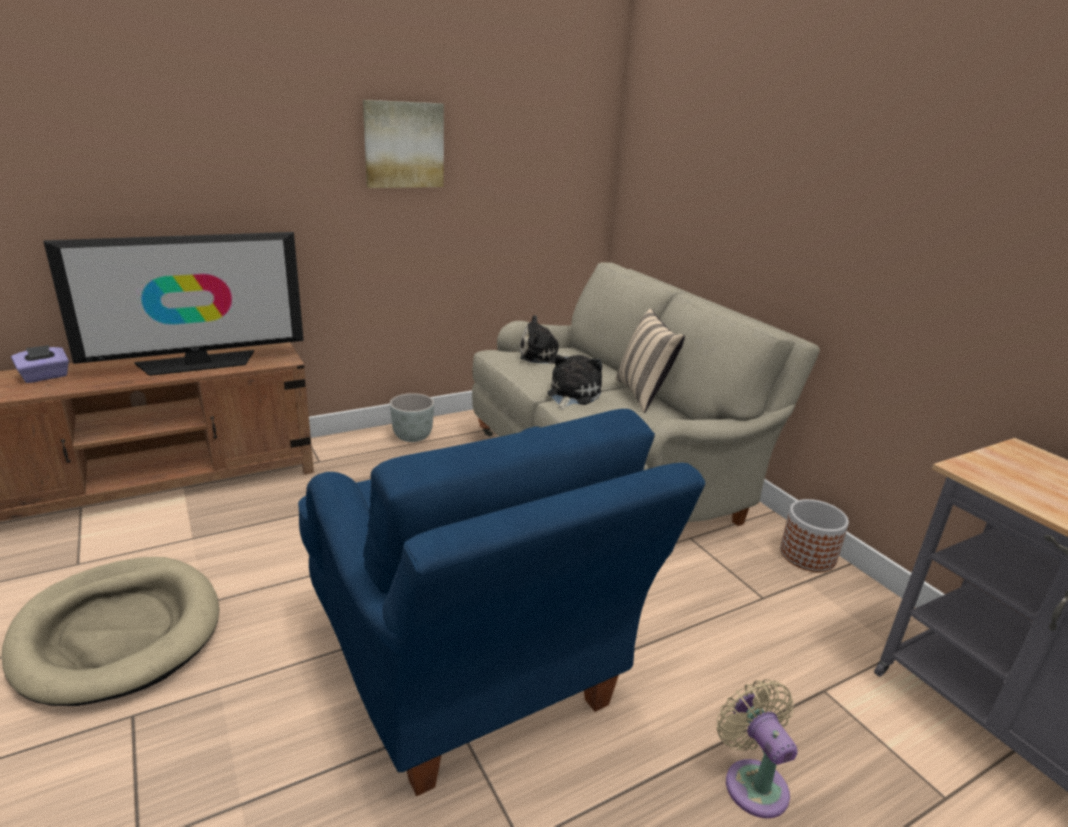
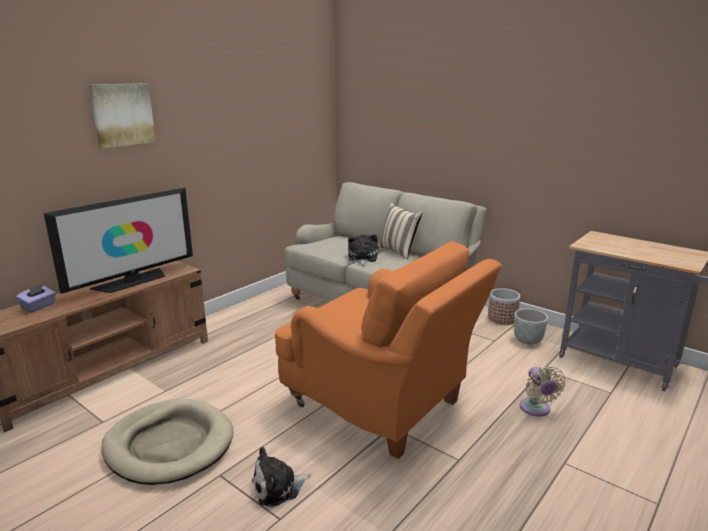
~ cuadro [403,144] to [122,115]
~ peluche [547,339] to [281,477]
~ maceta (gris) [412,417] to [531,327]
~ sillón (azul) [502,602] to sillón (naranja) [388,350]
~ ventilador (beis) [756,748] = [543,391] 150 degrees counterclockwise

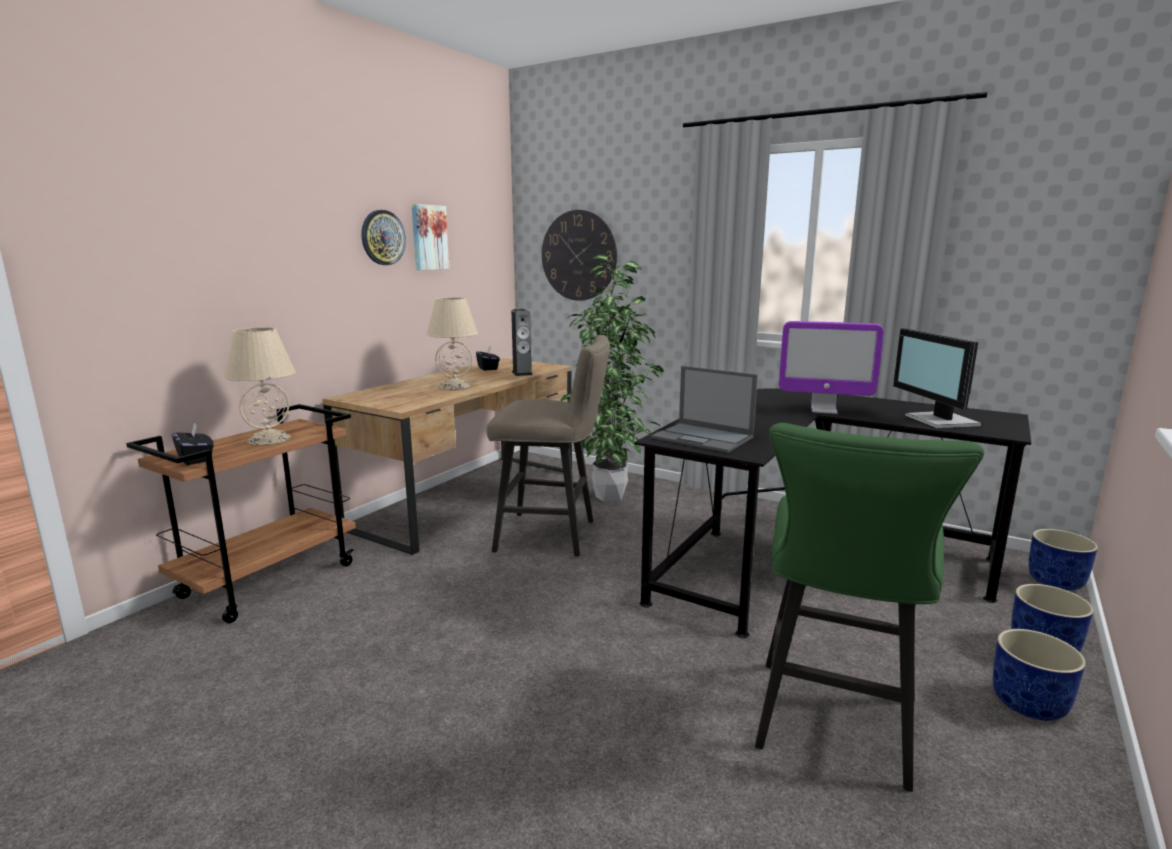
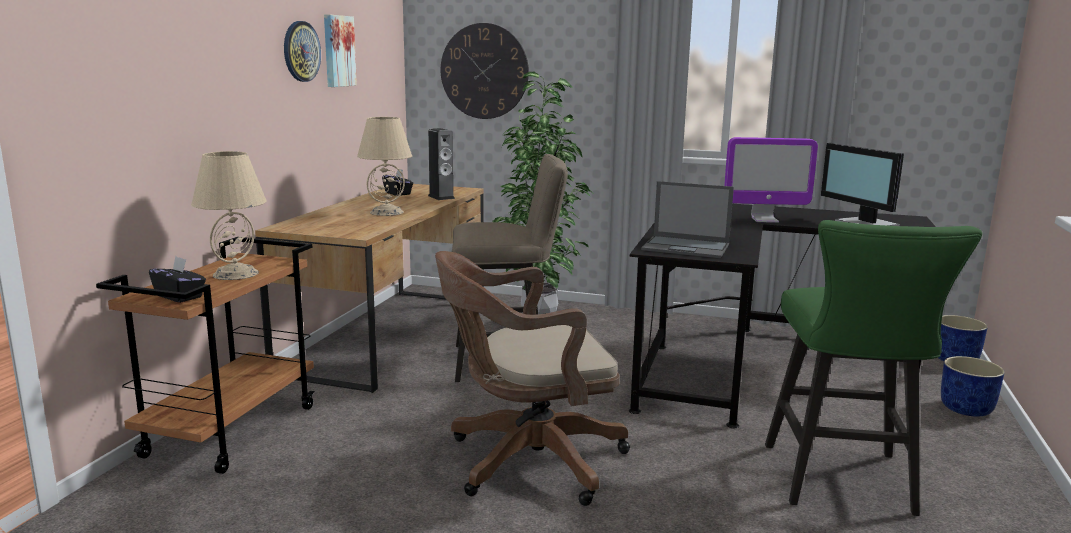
- maceta (azul) [1039,675]
+ silla de oficina (marrón) [532,378]

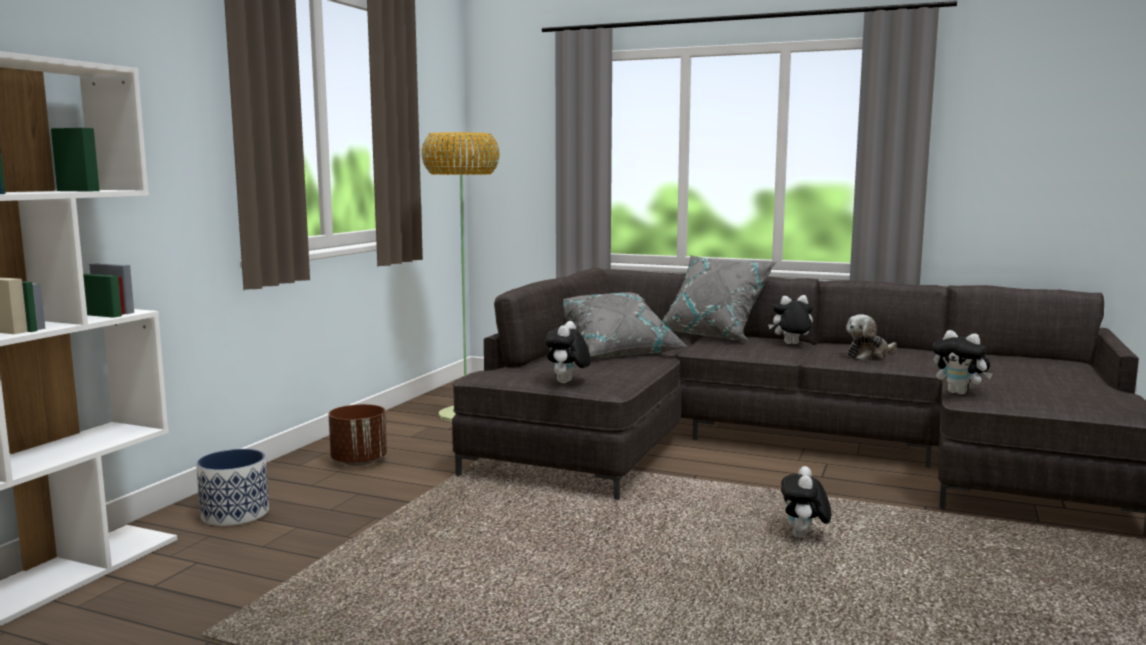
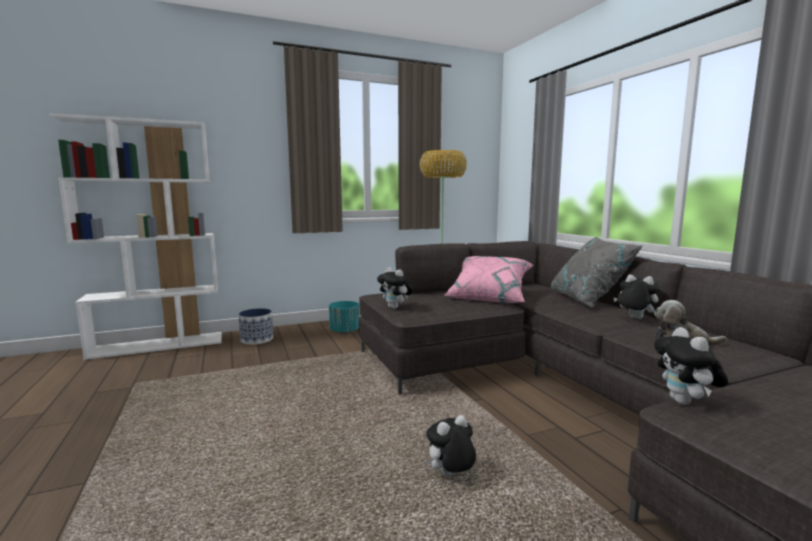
~ cojín (gris) [625,325] to cojín (rosa) [488,279]
~ peluche [568,352] = [395,288] 105 degrees counterclockwise
~ maceta (marrón) [358,435] to maceta (turquesa) [344,317]

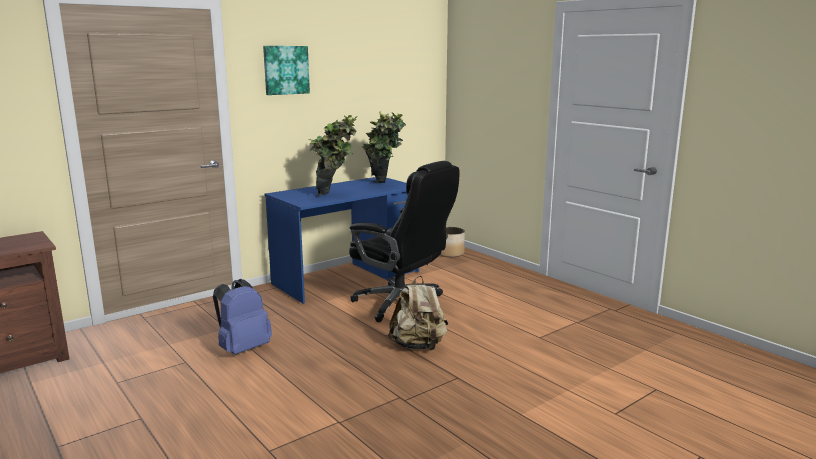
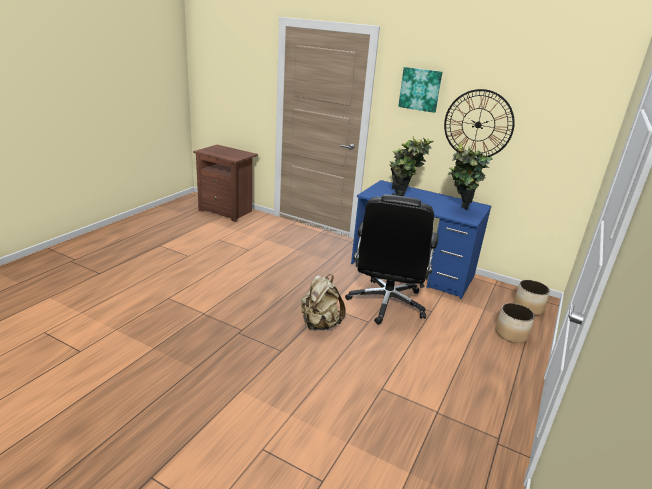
- mochila (azul) [242,317]
+ reloj de pared [479,123]
+ maceta [515,323]

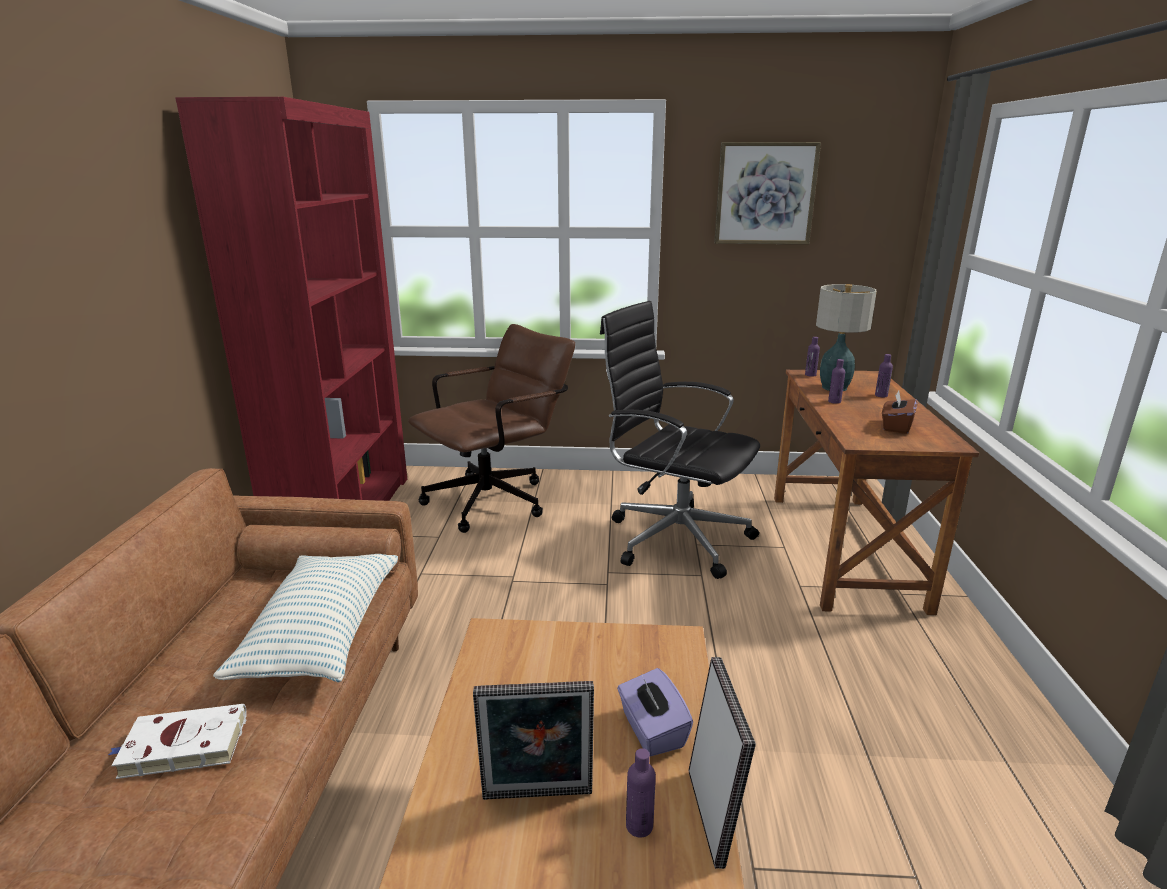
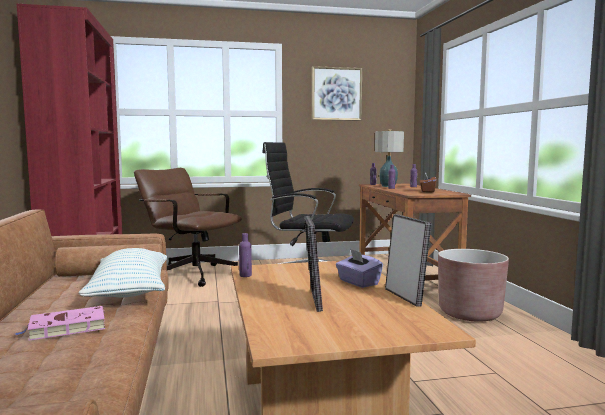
~ silla de oficina (marrón) [491,428] = [188,227] 90 degrees counterclockwise
~ portarretratos [533,740] = [313,264] 105 degrees clockwise
~ libro (blanco) [177,741] to libro (rosa) [60,323]
~ botella (morado) [641,793] to [245,255]
+ maceta (marrón) [473,285]

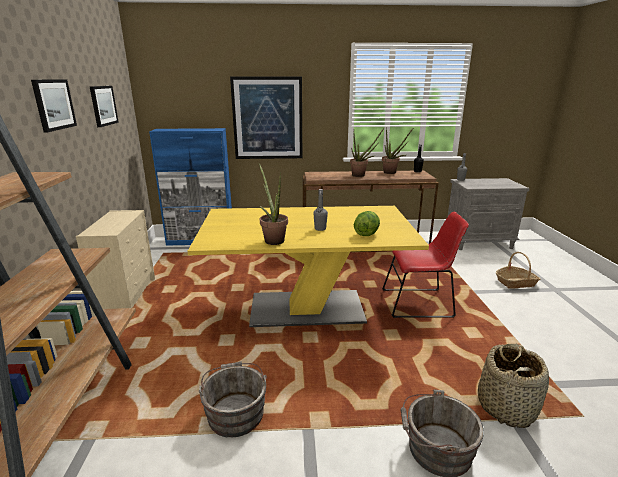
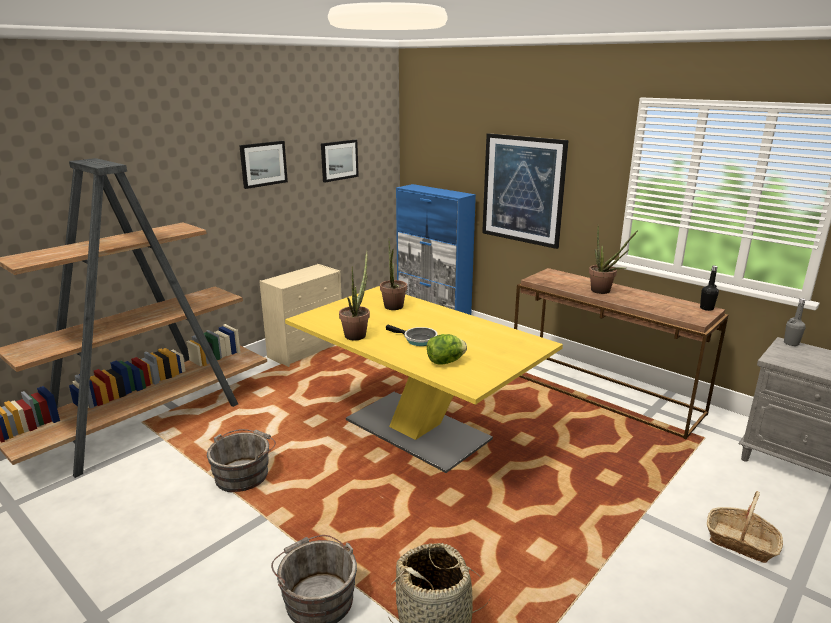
~ planta en maceta [397,150] to [393,275]
~ botella (gris) [320,210] to sartén [412,335]
- silla (rojo) [425,265]

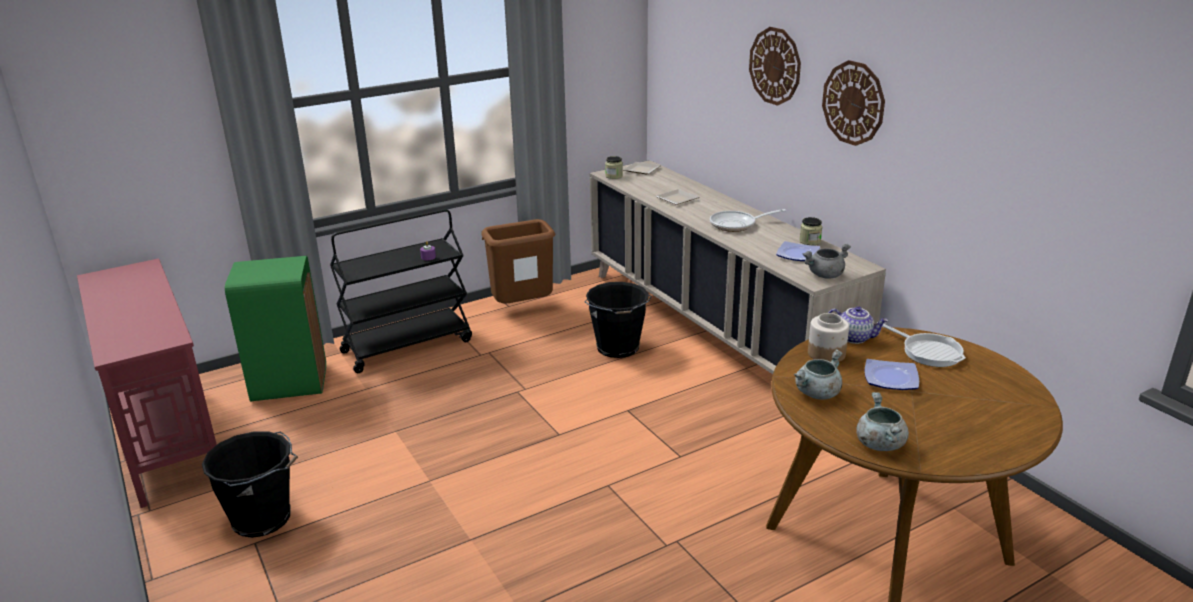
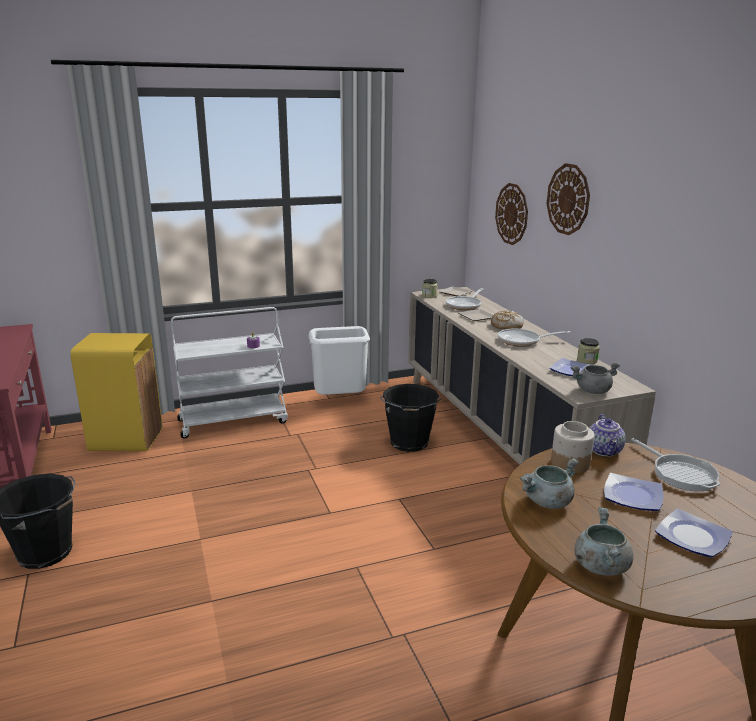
~ reloj de pared [853,103] to [511,214]
~ carrito (negro) [401,291] to carrito (blanco) [229,373]
~ papelera (marrón) [518,261] to papelera (blanco) [339,360]
~ papelera (verde) [275,329] to papelera (amarillo) [116,392]
~ tetera [858,325] = [608,435] 60 degrees clockwise
+ sartén [464,299]
+ pan [507,319]
+ plato [694,533]

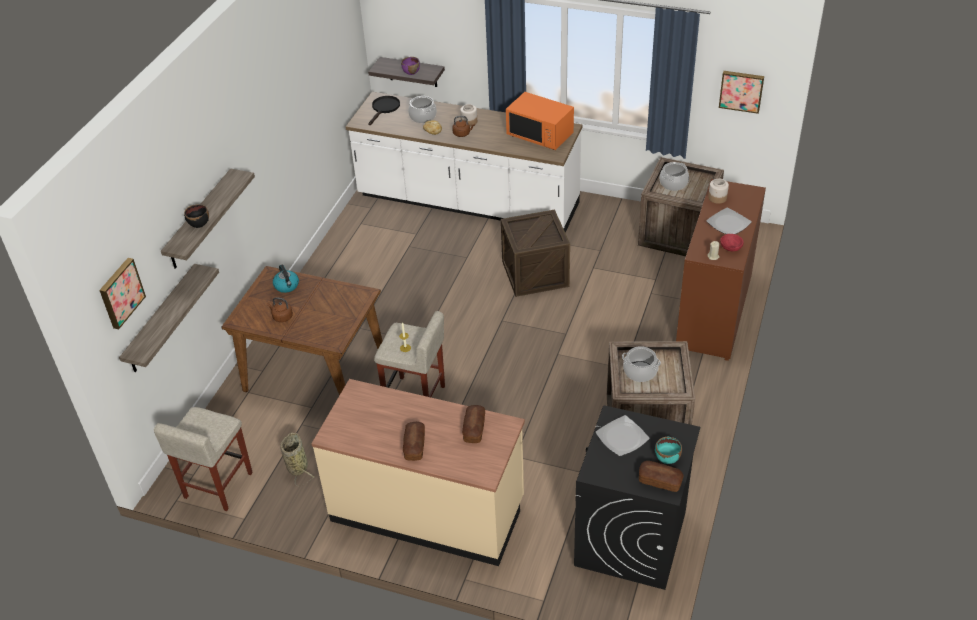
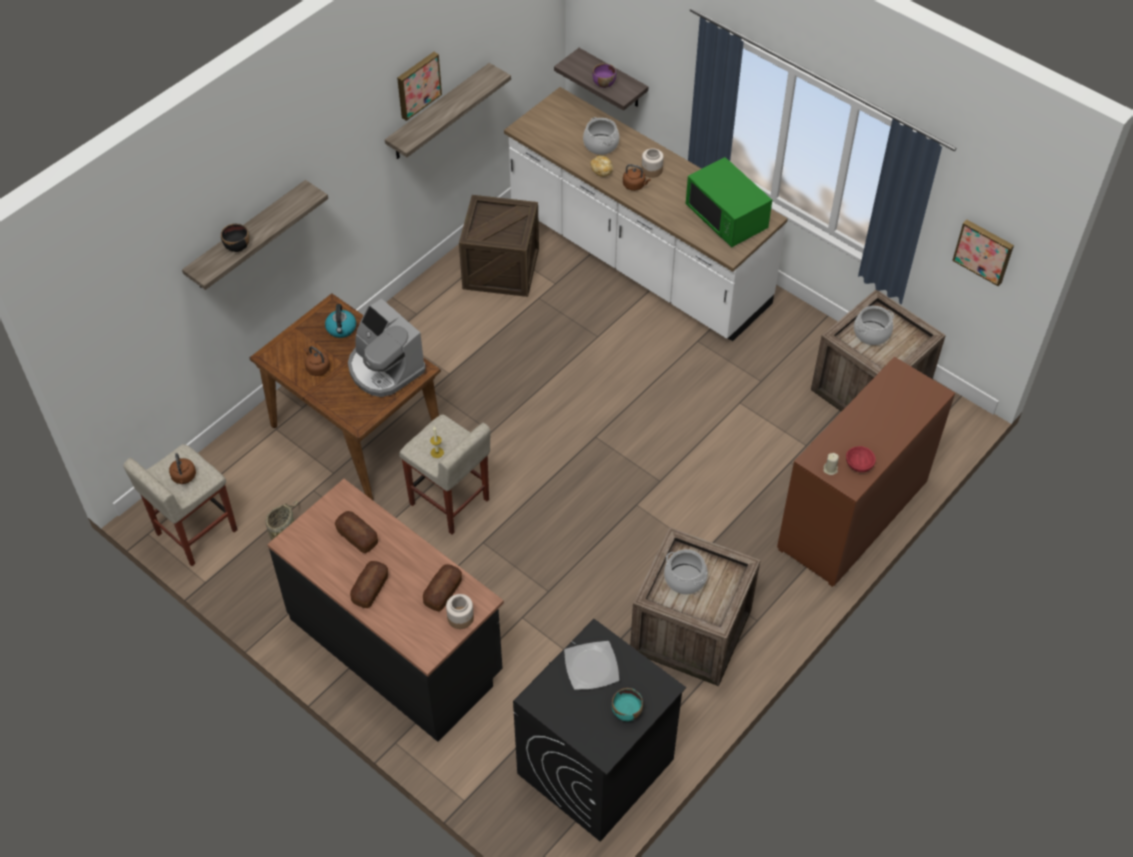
~ microondas (naranja) [540,121] to microondas (verde) [729,202]
- sartén (negro) [384,110]
~ tarro [718,191] to [460,611]
- plato [729,220]
~ caja de embalaje [535,253] to [499,246]
~ cuadro [122,293] to [419,86]
~ estante [169,318] to [448,111]
~ mueble bajo de cocina (beis) [418,472] to mueble bajo de cocina (negro) [385,610]
~ pan [661,476] to [356,532]
+ cafetera [387,348]
+ hervidor (marrón) [182,468]

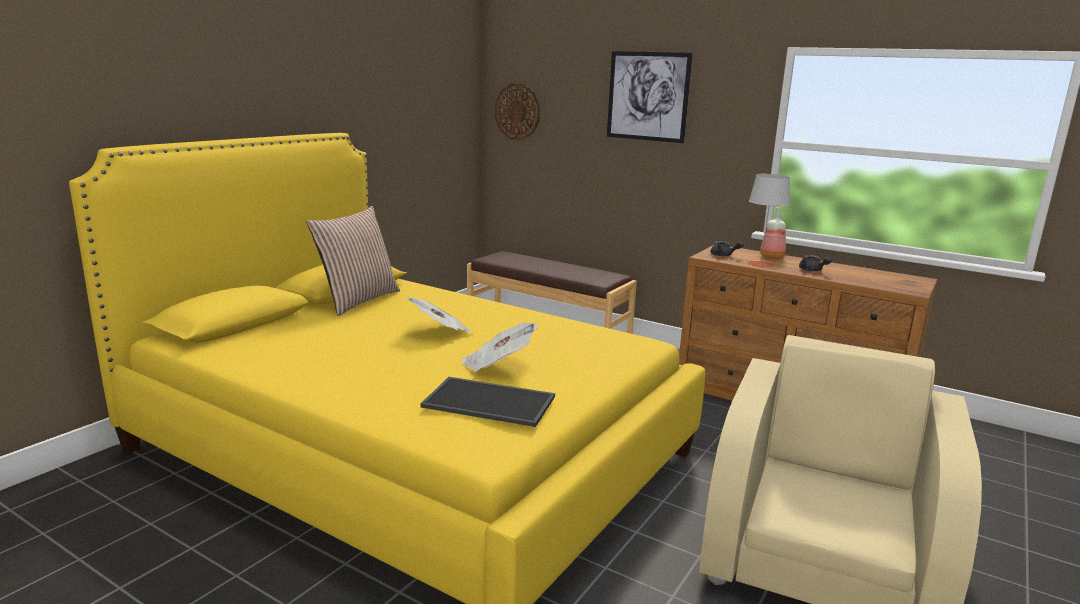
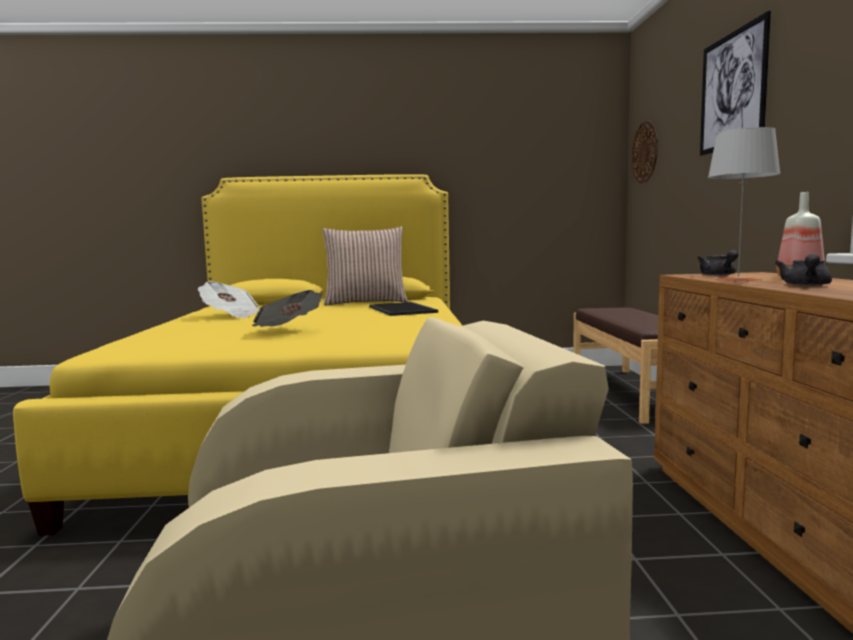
~ periódico [440,315] to [229,299]
~ bandeja [488,402] to [403,309]

